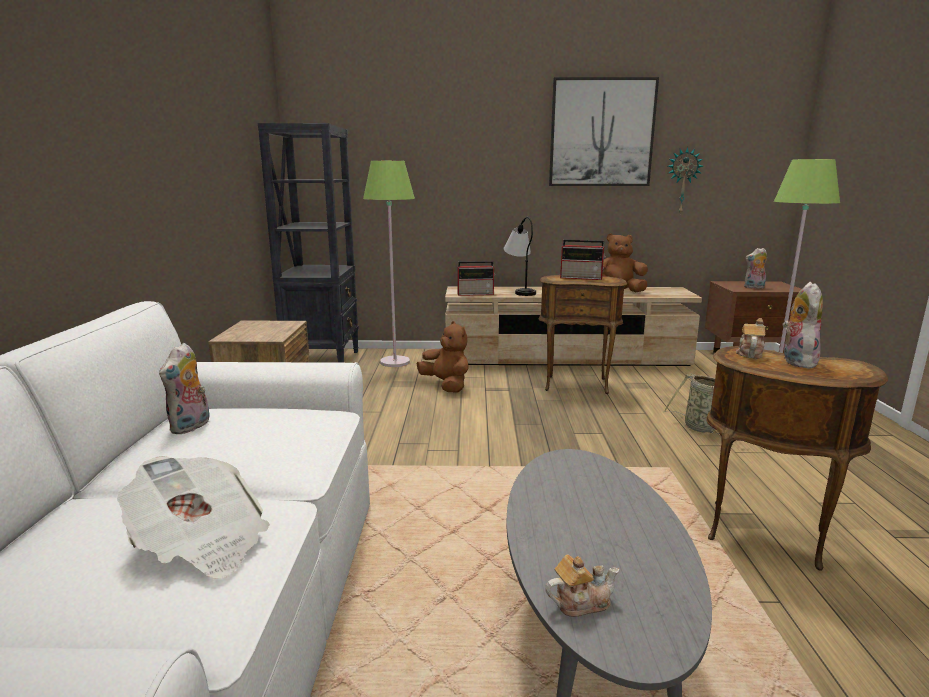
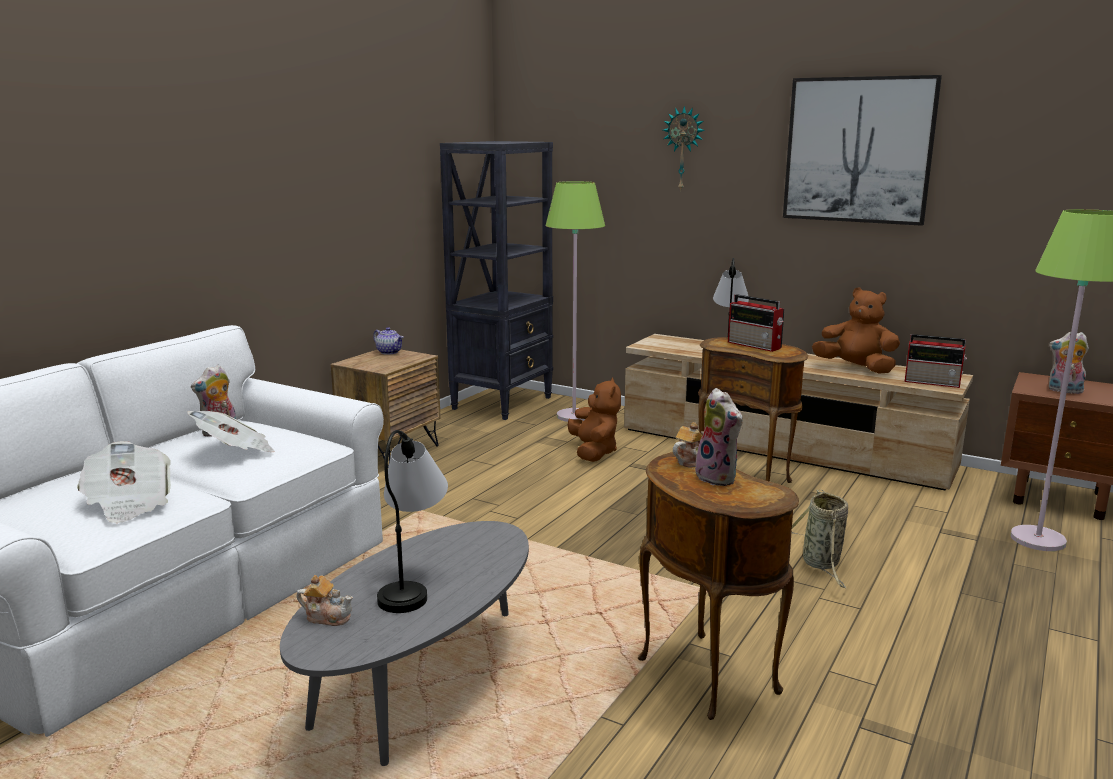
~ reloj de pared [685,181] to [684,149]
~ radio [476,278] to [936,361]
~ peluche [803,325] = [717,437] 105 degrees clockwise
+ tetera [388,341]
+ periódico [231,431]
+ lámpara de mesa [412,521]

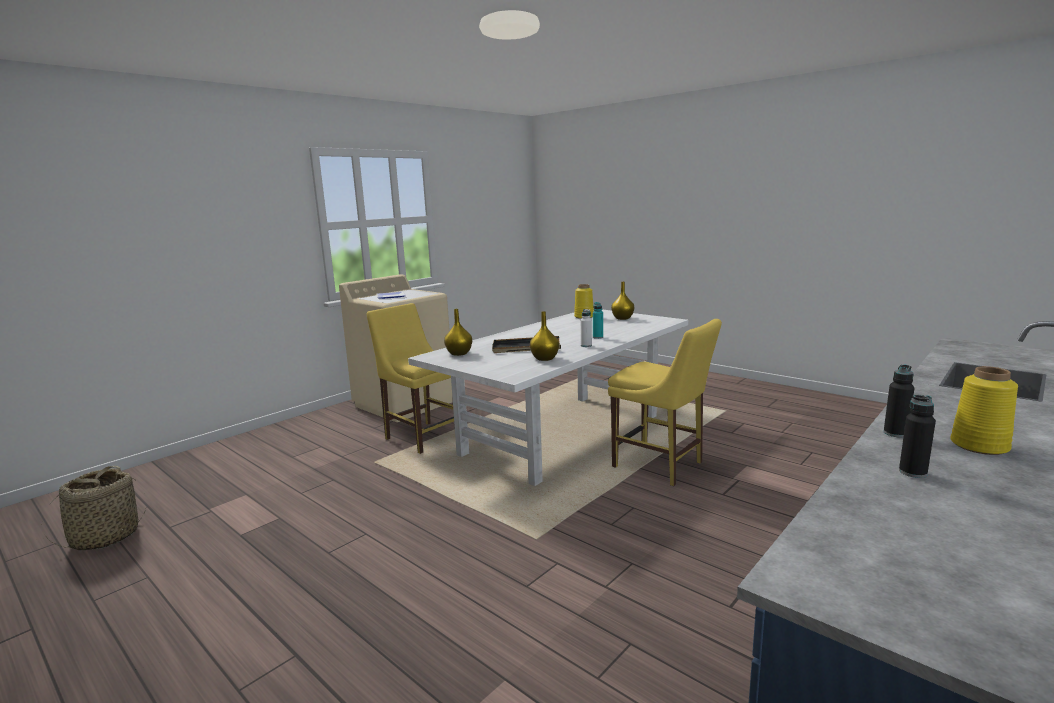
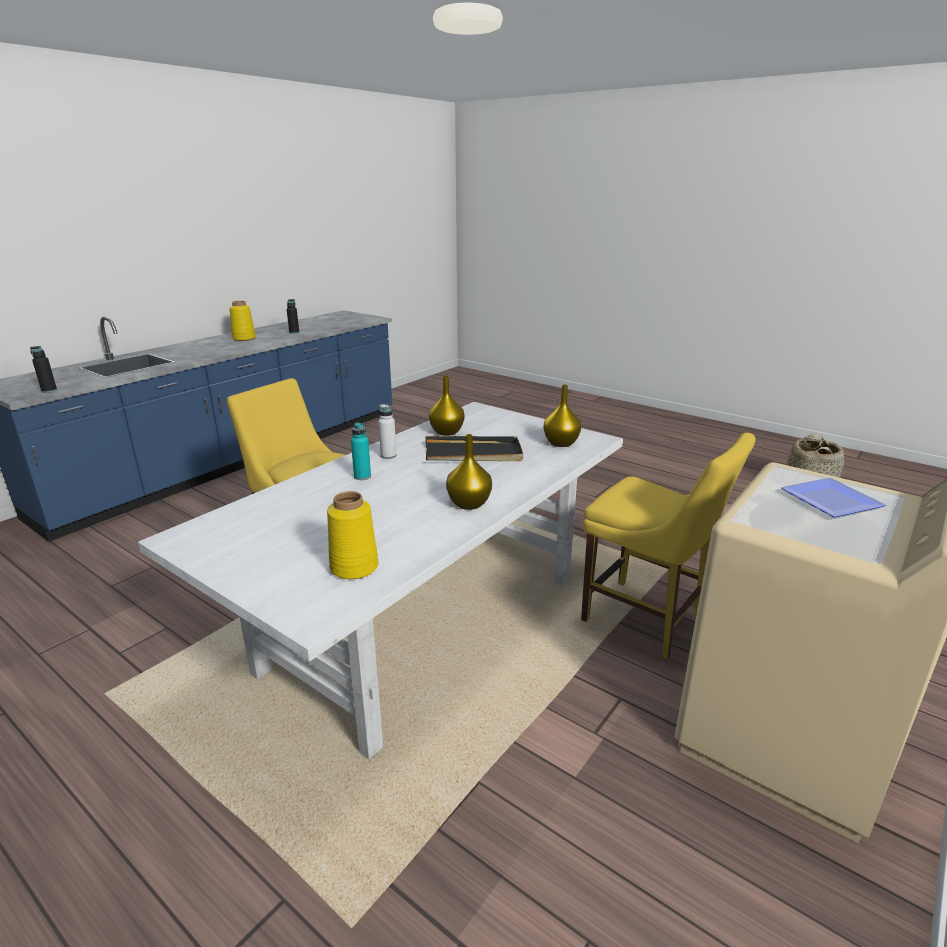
~ florero (amarillo) [622,301] to [469,472]
~ botella (negro) [899,401] to [43,369]

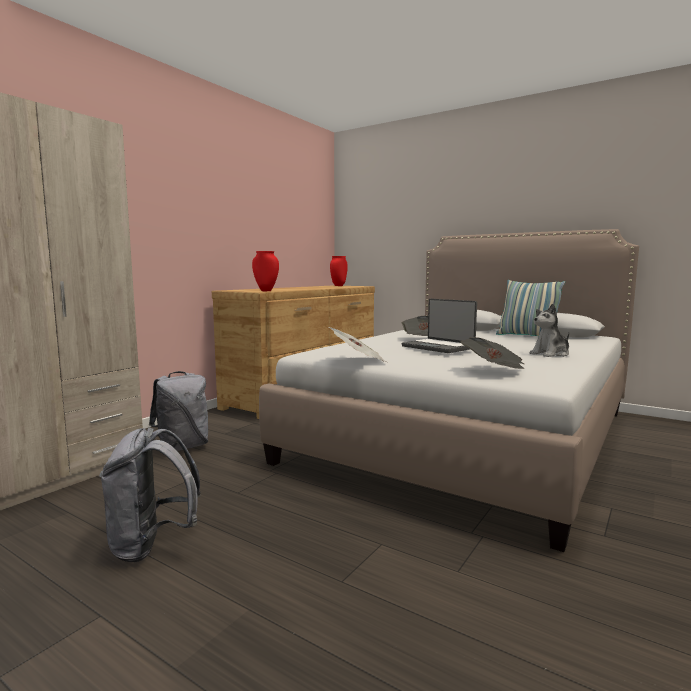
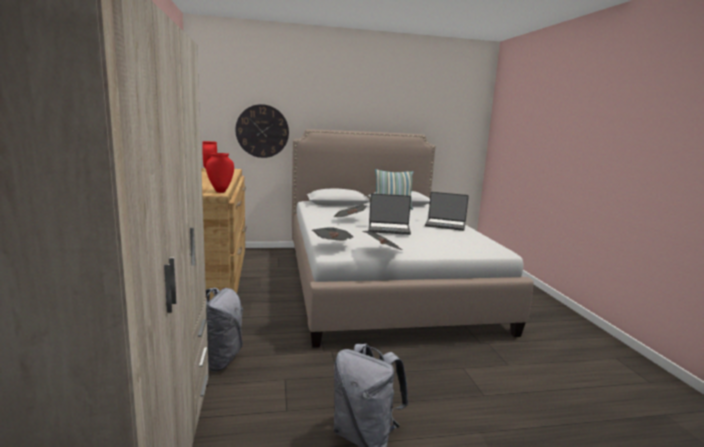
~ peluche [549,330] to portátil [447,211]
~ periódico [492,353] to [332,234]
+ reloj de pared [262,131]

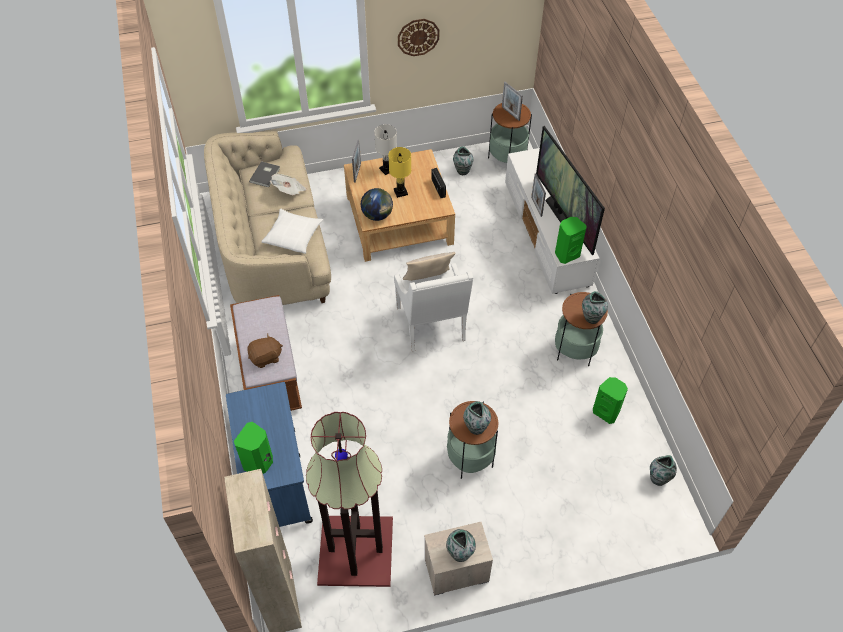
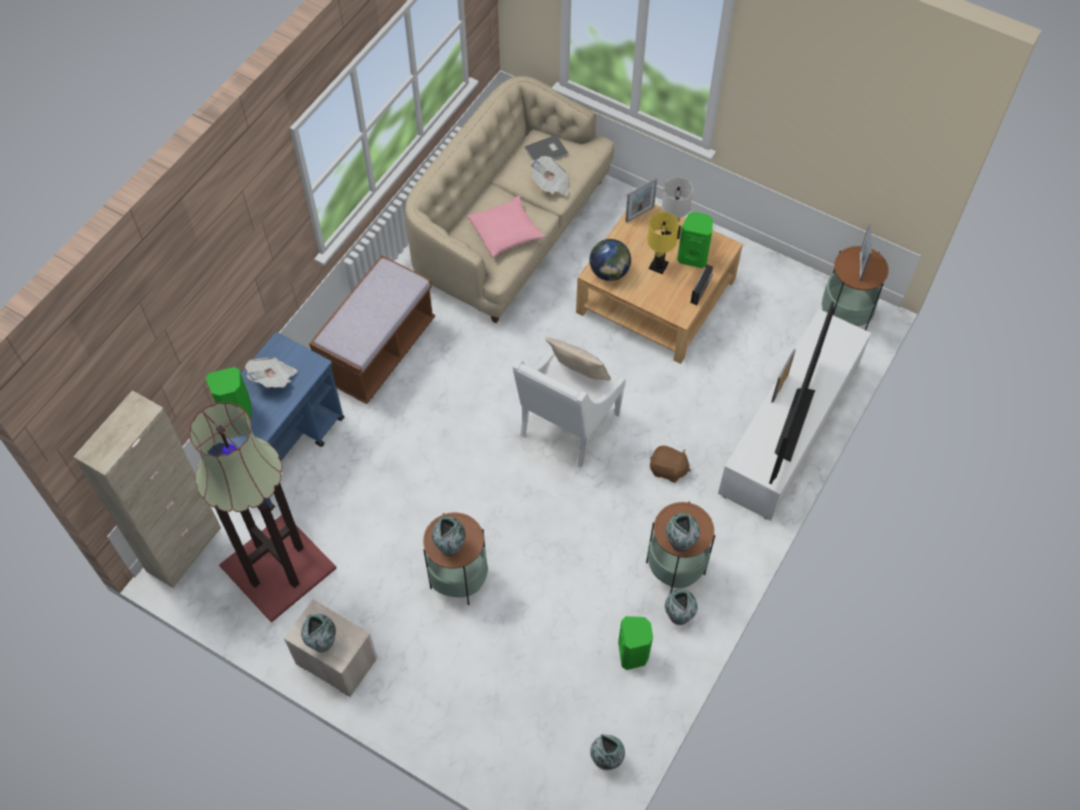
- reloj de pared [419,37]
~ florero [463,160] to [681,607]
~ cojín (blanco) [292,231] to cojín (rosa) [506,227]
~ altavoz (verde) [571,240] to [695,240]
~ peluche (marrón) [265,351] to [670,464]
+ periódico [271,372]

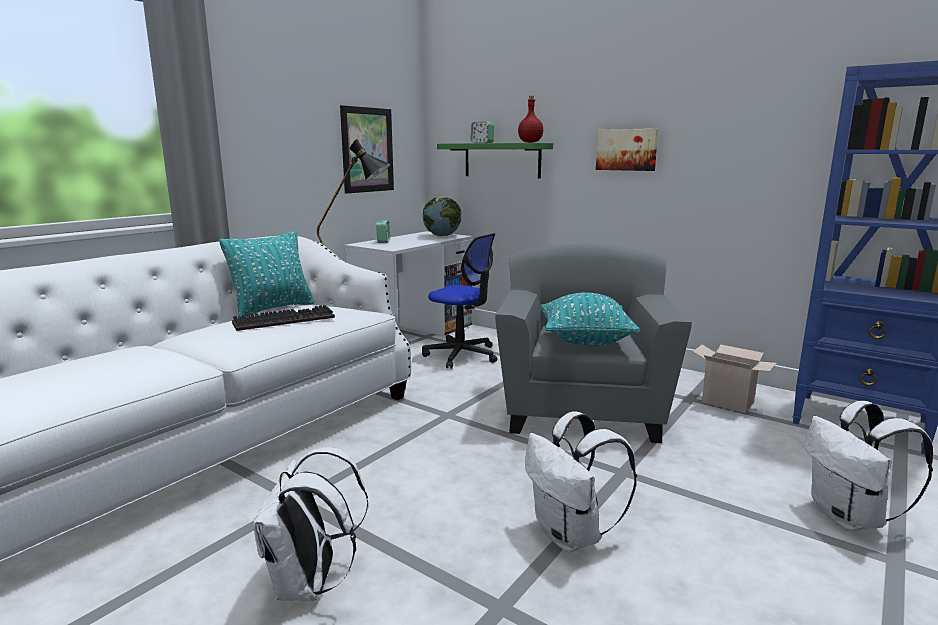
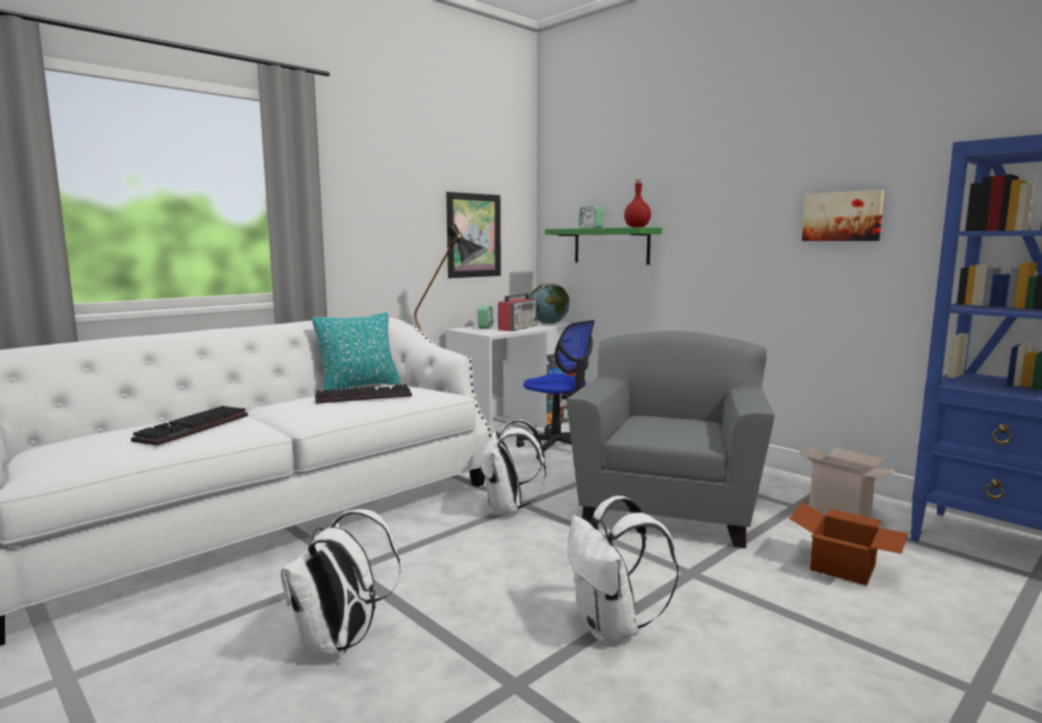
~ cuadro [627,150] to [843,215]
- cojín (turquesa) [590,319]
~ mochila (blanco) [869,466] to [513,466]
+ radio [518,311]
+ teclado [189,426]
+ caja de cartón [848,544]

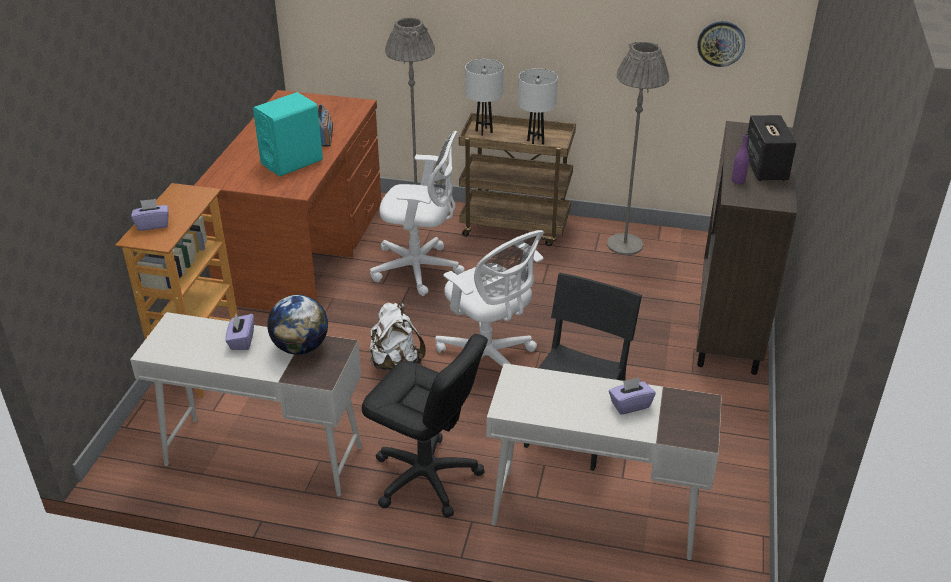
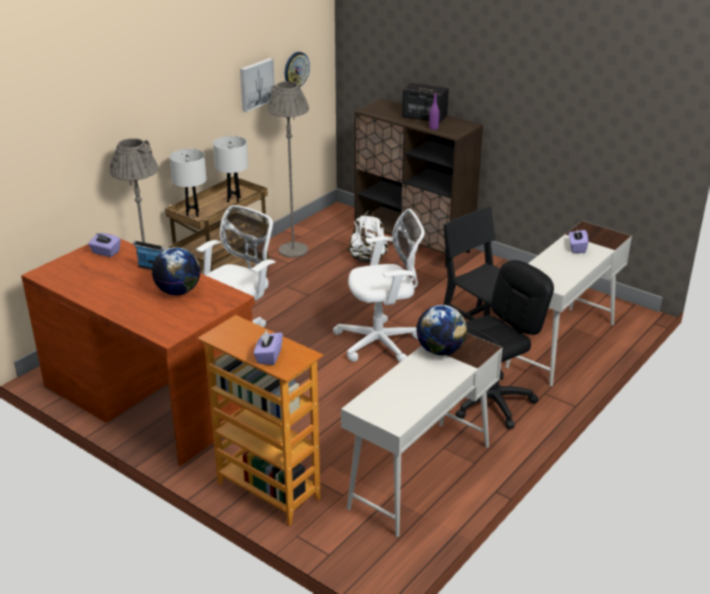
~ altavoz (turquesa) [288,134] to globo terráqueo [176,271]
~ mochila (blanco) [397,337] to [367,236]
~ caja de pañuelos (morado) [239,332] to [104,245]
+ cuadro [257,85]

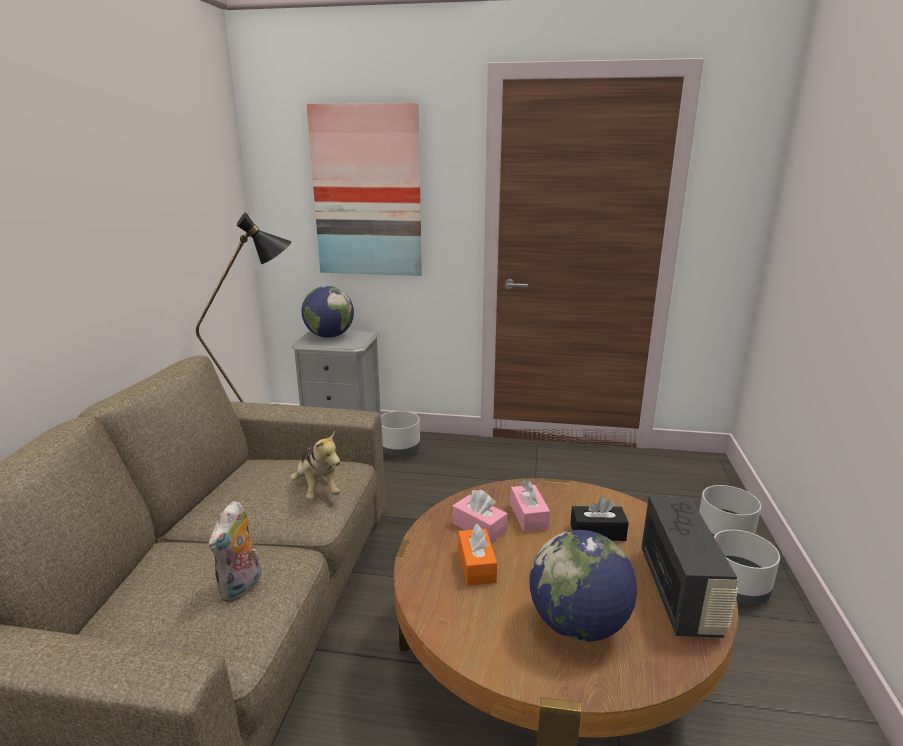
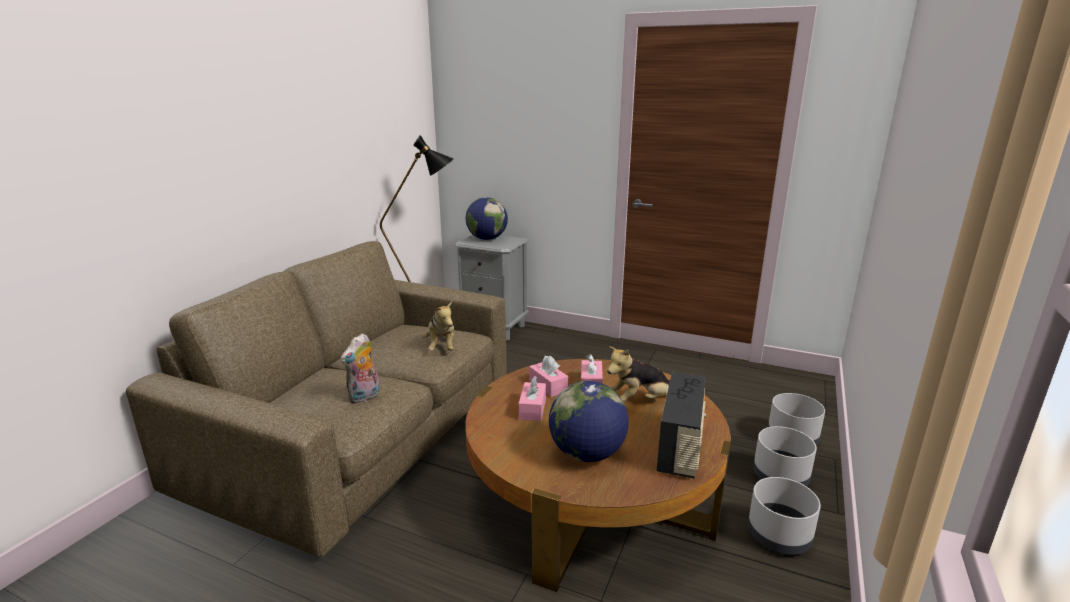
- cuadro [364,189]
~ maceta (gris) [400,433] to [784,516]
~ caja de pañuelos (negro) [600,519] to peluche [638,374]
~ caja de pañuelos (naranja) [477,555] to caja de pañuelos (rosa) [532,398]

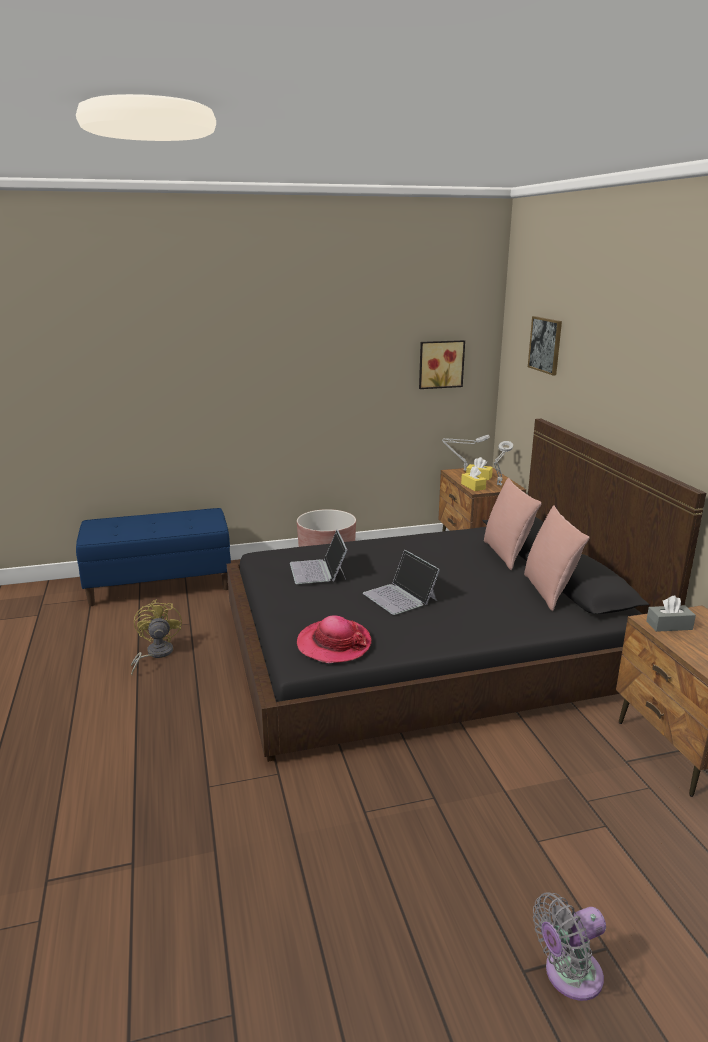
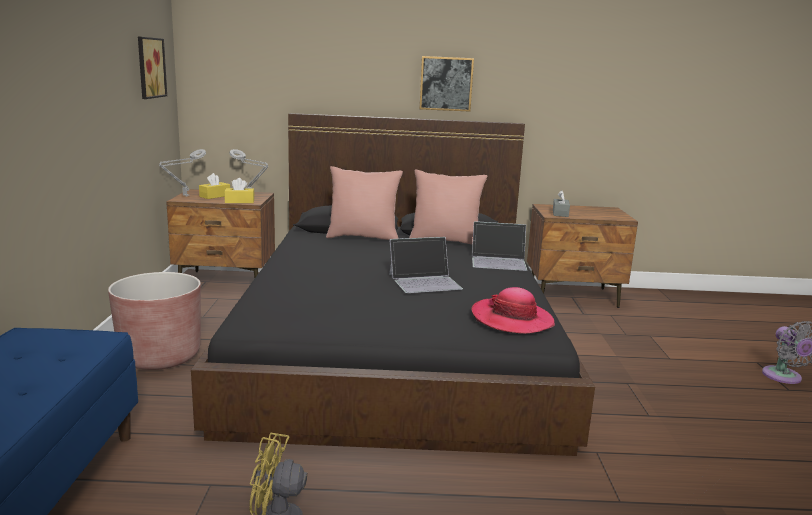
~ cuadro [545,345] to [446,84]
~ portátil [318,557] to [499,246]

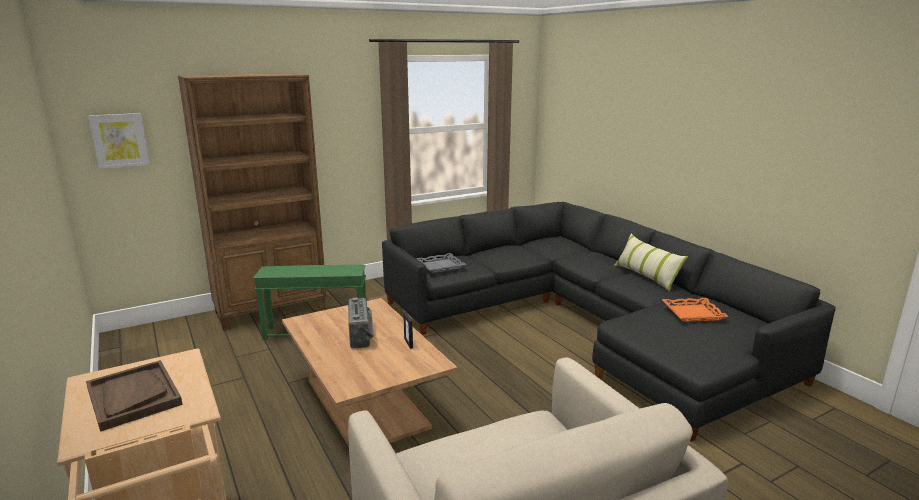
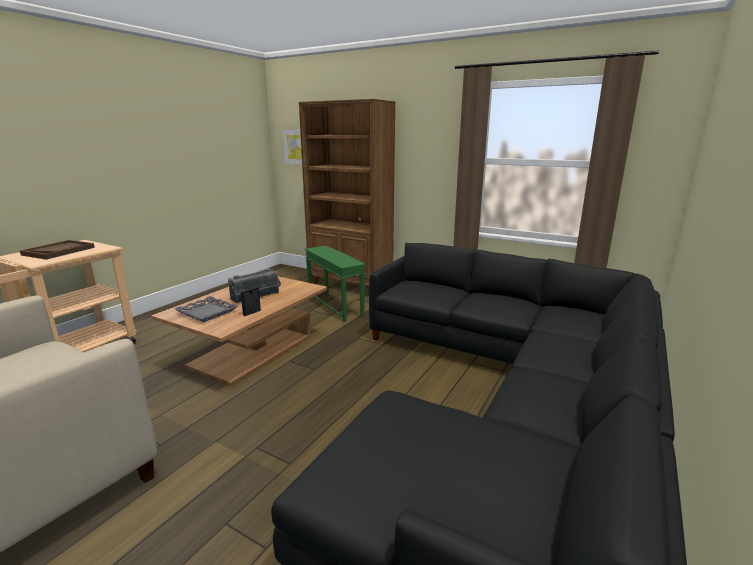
- cojín [651,262]
~ bandeja (gris) [441,263] to [206,309]
- bandeja (naranja) [695,310]

